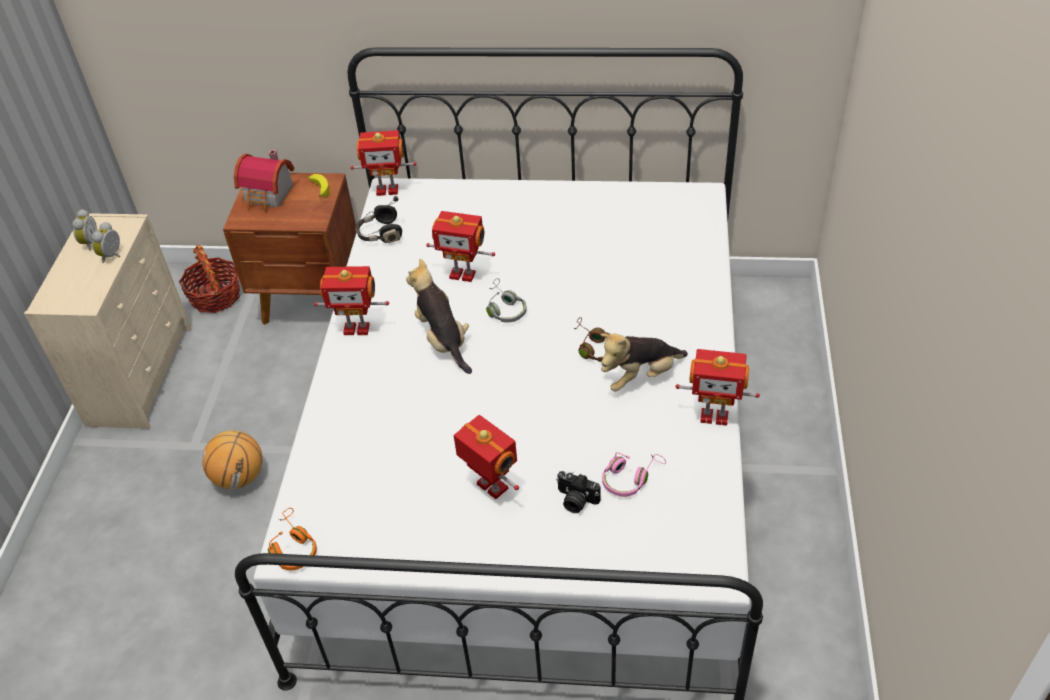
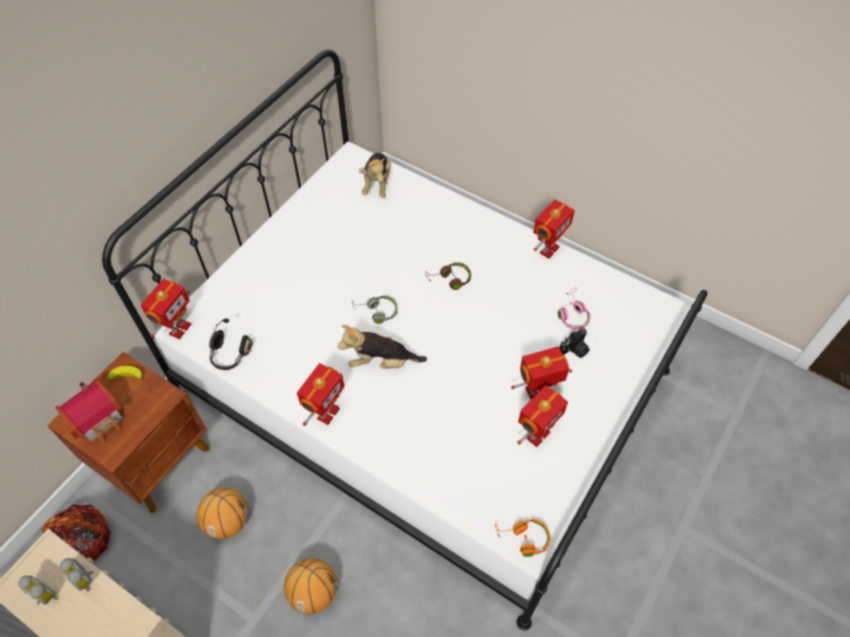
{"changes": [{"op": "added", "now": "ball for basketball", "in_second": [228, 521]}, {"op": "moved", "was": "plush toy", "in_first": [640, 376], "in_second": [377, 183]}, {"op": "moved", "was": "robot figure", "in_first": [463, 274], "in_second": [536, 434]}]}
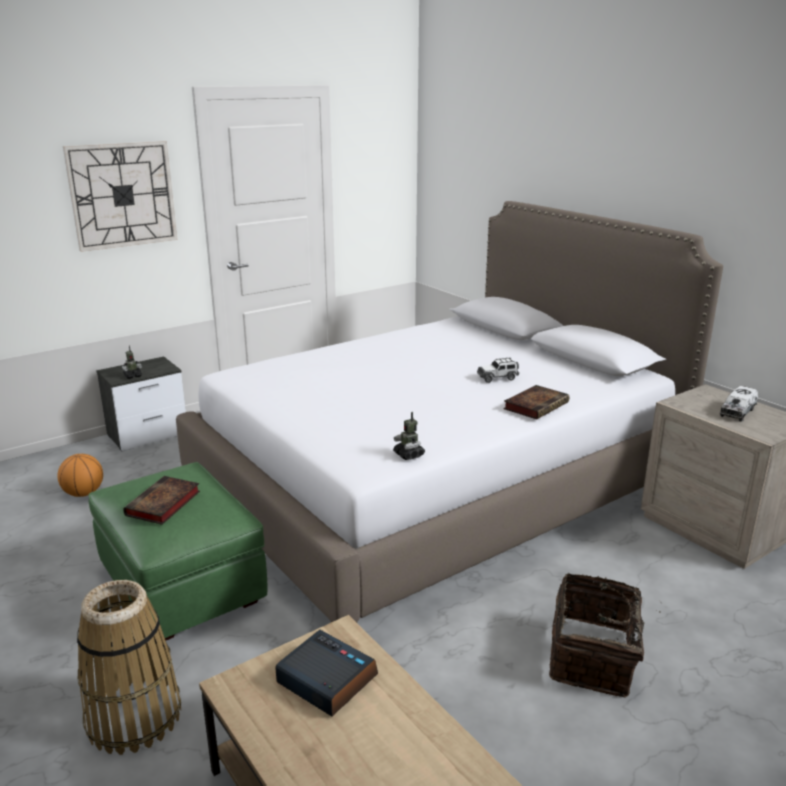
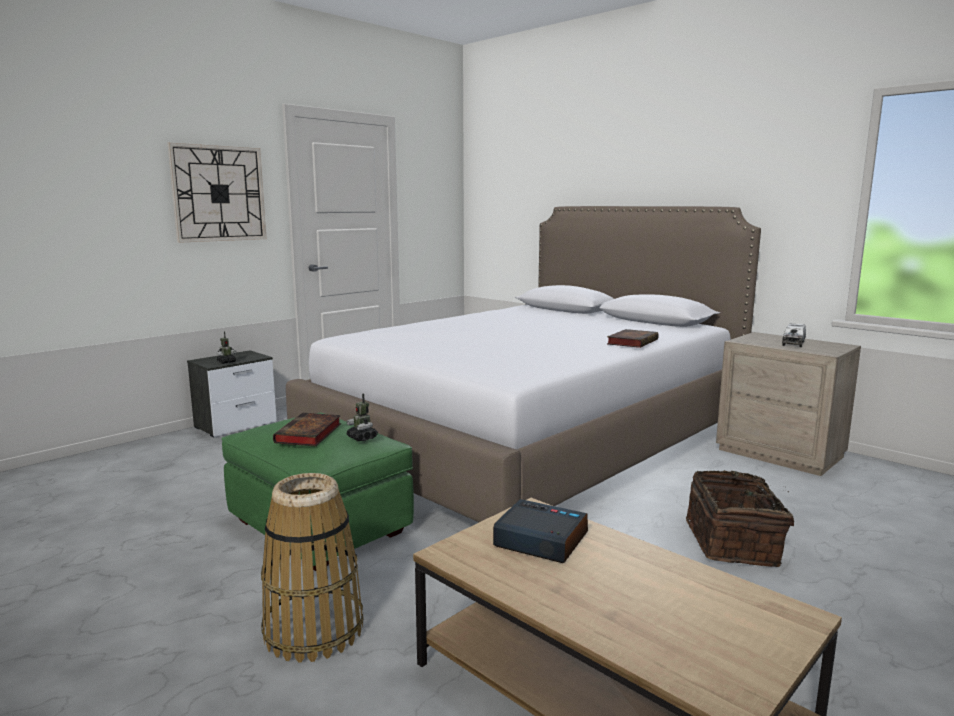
{"changes": [{"op": "moved", "was": "robot figure", "in_first": [409, 455], "in_second": [362, 438]}, {"op": "removed", "was": "ball for basketball", "in_first": [84, 493]}, {"op": "removed", "was": "model car", "in_first": [497, 378]}]}
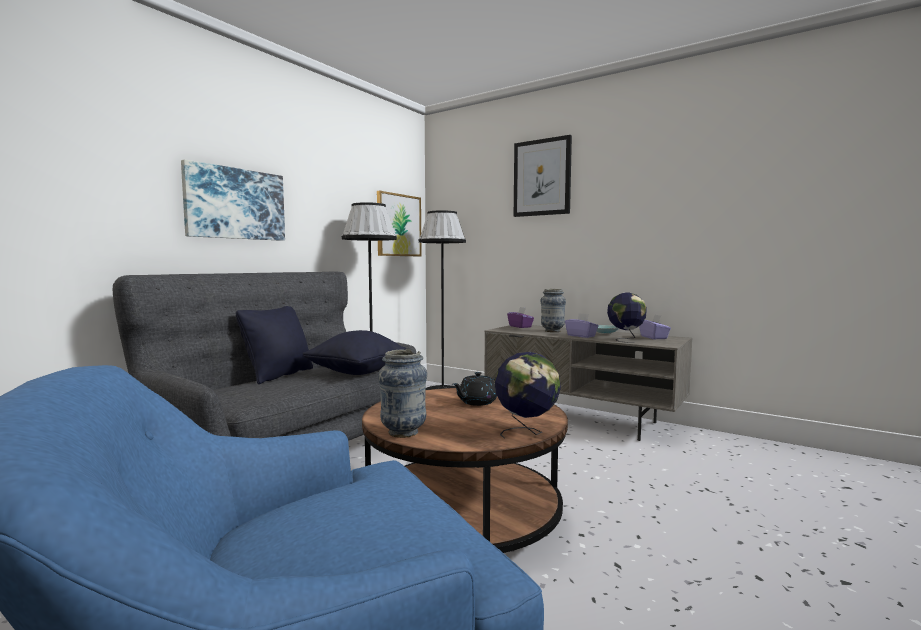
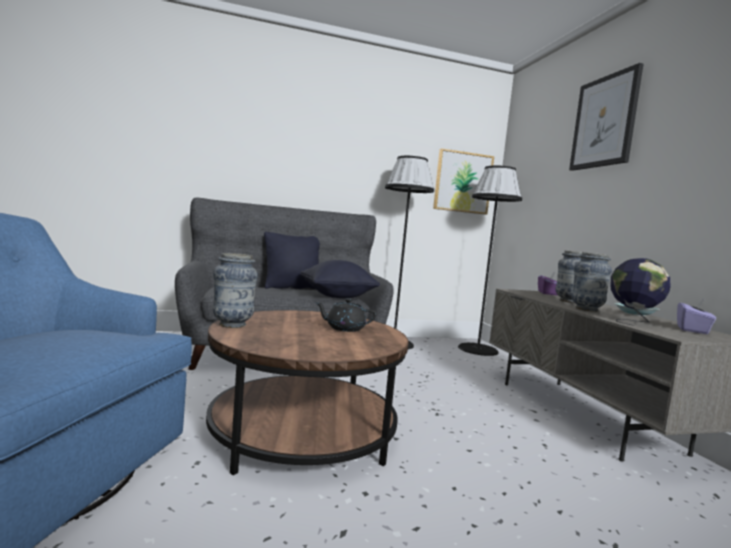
{"changes": [{"op": "replaced", "was": "purple tissue holder", "now": "decorative vase", "in_first": [581, 336], "in_second": [586, 309]}, {"op": "removed", "was": "picture", "in_first": [235, 204]}, {"op": "removed", "was": "globe", "in_first": [526, 433]}]}
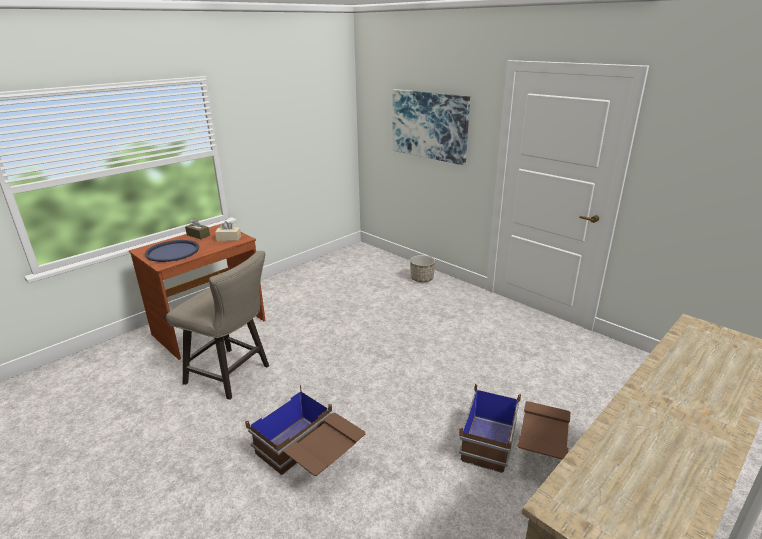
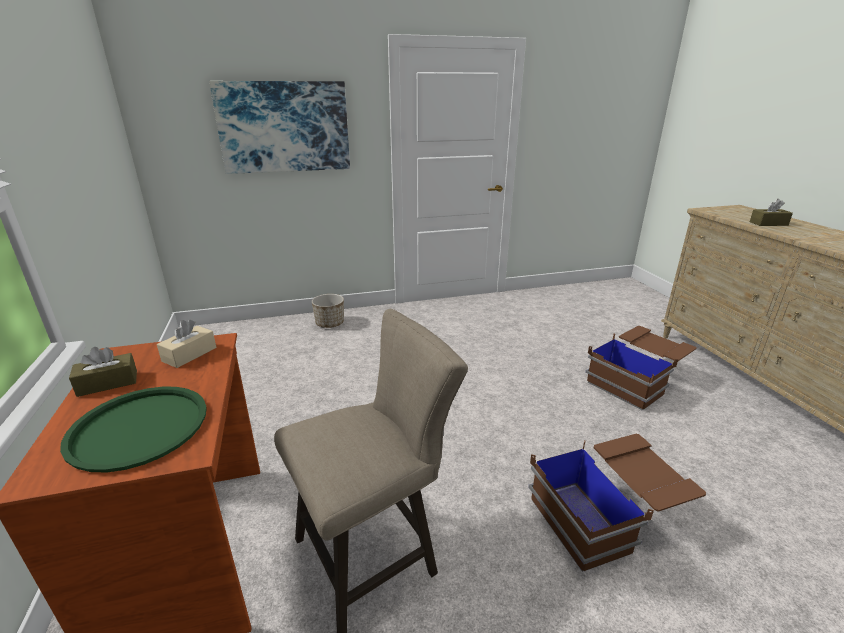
{"changes": [{"op": "recoloured", "was": "blue serving tray", "now": "green serving tray", "in_first": [173, 251], "in_second": [139, 427]}, {"op": "added", "now": "brown-coloured tissue holder", "in_second": [768, 223]}]}
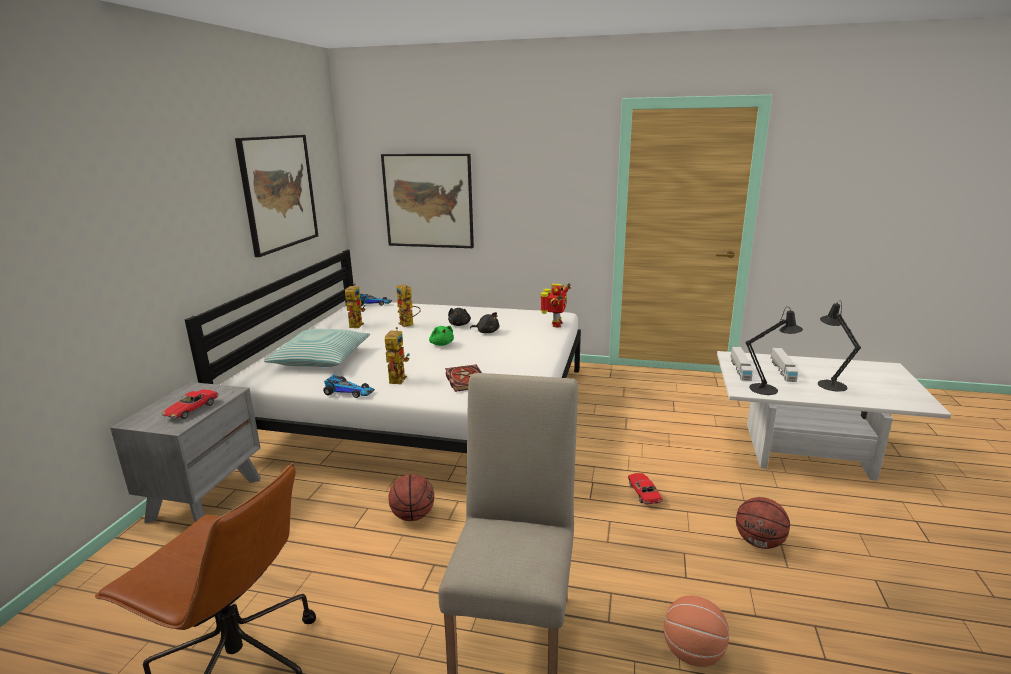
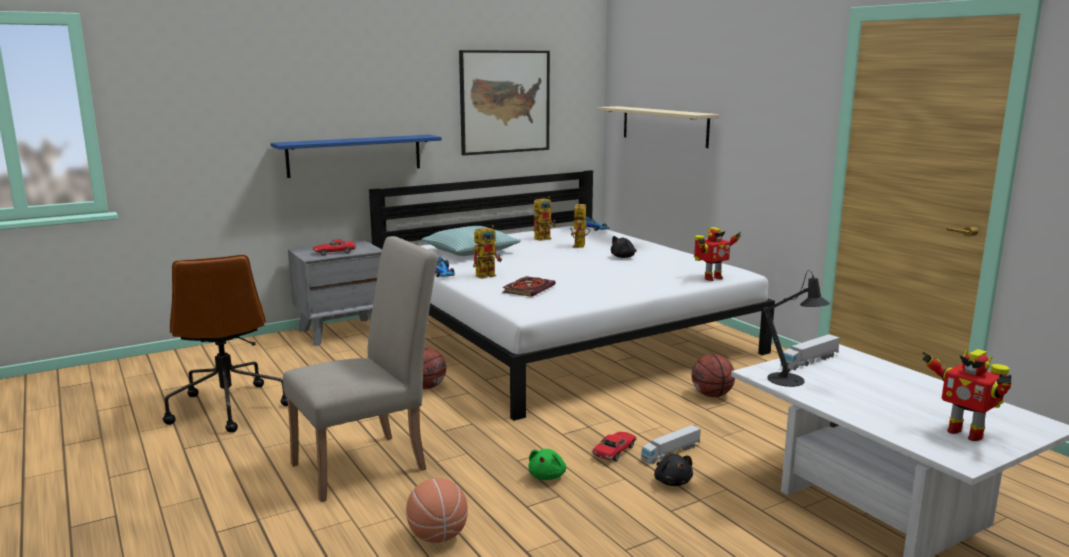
{"changes": [{"op": "added", "now": "blue shelf", "in_second": [355, 155]}, {"op": "moved", "was": "green plush toy", "in_first": [441, 344], "in_second": [547, 476]}, {"op": "replaced", "was": "picture", "now": "sand-coloured shelf", "in_first": [428, 201], "in_second": [664, 126]}, {"op": "moved", "was": "toy truck", "in_first": [782, 371], "in_second": [671, 452]}, {"op": "moved", "was": "blackish plush toy", "in_first": [487, 332], "in_second": [672, 481]}, {"op": "moved", "was": "ball for basketball", "in_first": [759, 542], "in_second": [712, 395]}, {"op": "added", "now": "robot figure", "in_second": [964, 432]}, {"op": "removed", "was": "blackish table lamp", "in_first": [829, 384]}]}
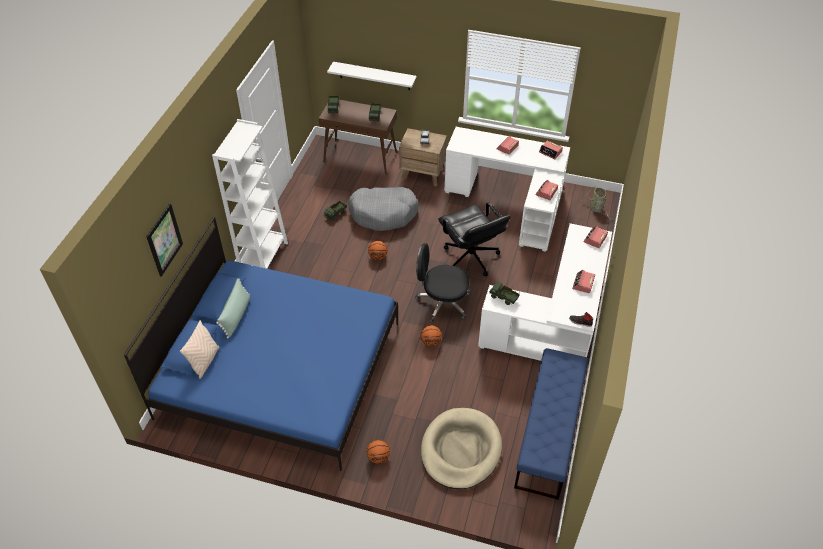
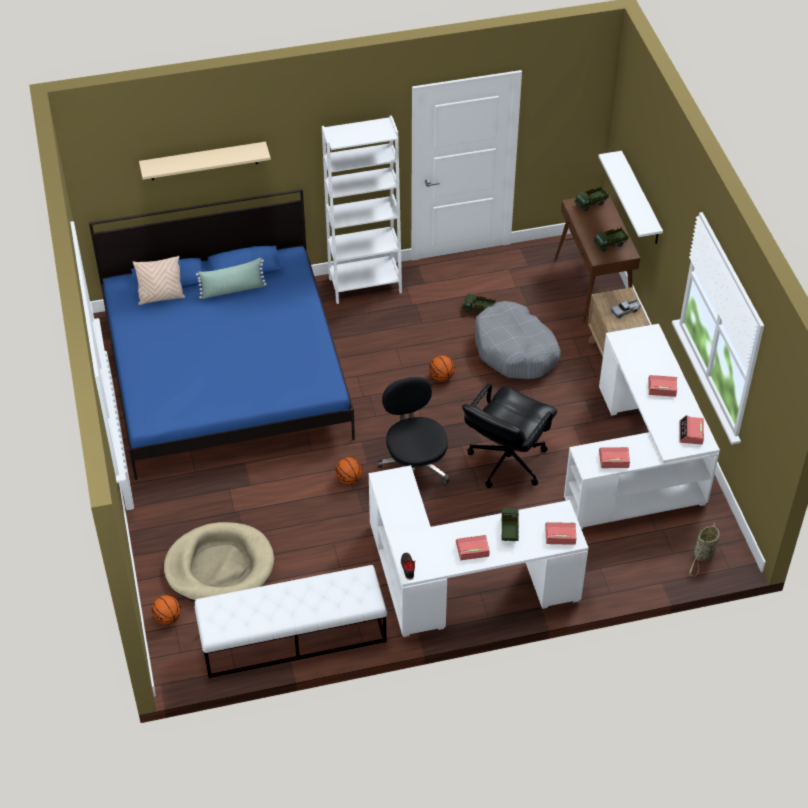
{"changes": [{"op": "replaced", "was": "picture", "now": "sand-coloured shelf", "in_first": [164, 240], "in_second": [203, 161]}, {"op": "moved", "was": "ball for basketball", "in_first": [378, 457], "in_second": [167, 618]}, {"op": "recoloured", "was": "blue indoor bench", "now": "whitish indoor bench", "in_first": [548, 433], "in_second": [292, 637]}, {"op": "moved", "was": "toy truck", "in_first": [503, 298], "in_second": [509, 530]}]}
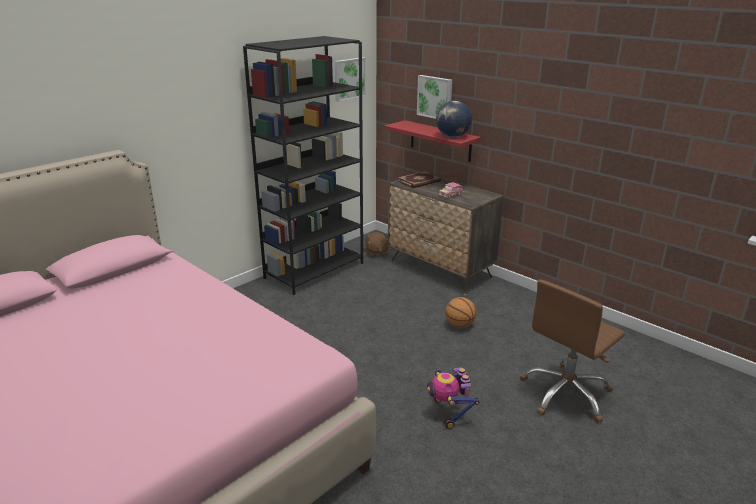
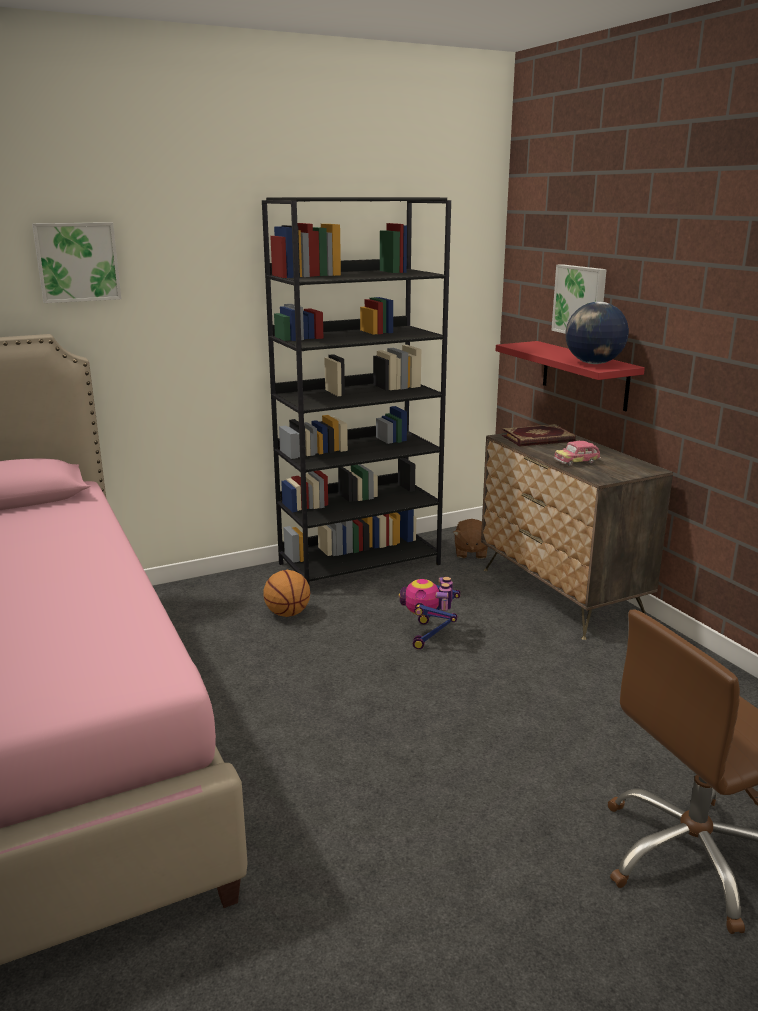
{"changes": [{"op": "moved", "was": "picture", "in_first": [349, 79], "in_second": [77, 262]}, {"op": "moved", "was": "ball for basketball", "in_first": [460, 325], "in_second": [288, 614]}, {"op": "moved", "was": "robot figure", "in_first": [449, 412], "in_second": [429, 635]}]}
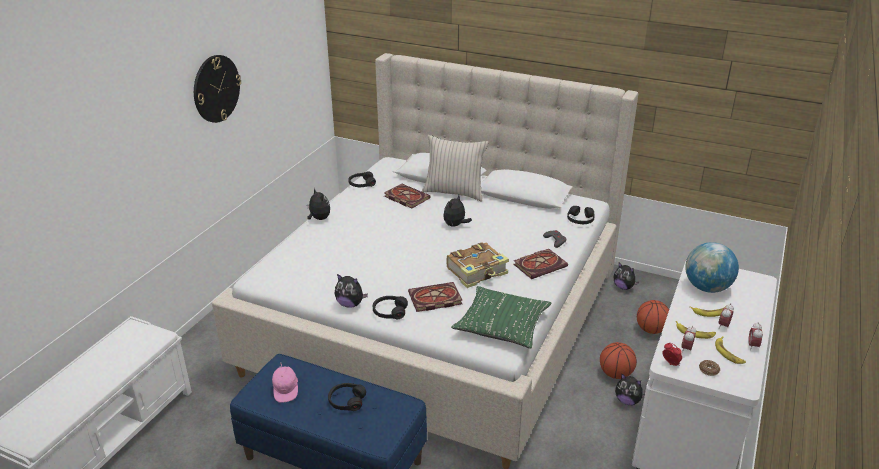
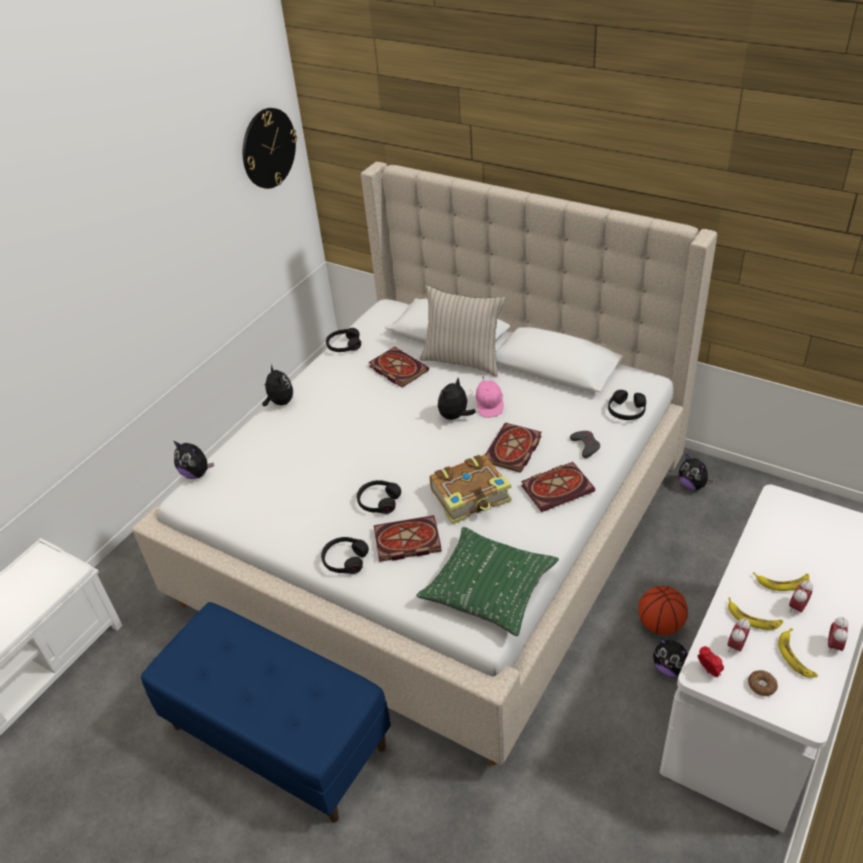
{"changes": [{"op": "moved", "was": "plush toy", "in_first": [350, 304], "in_second": [196, 473]}, {"op": "moved", "was": "clock on the wall", "in_first": [216, 88], "in_second": [268, 148]}, {"op": "moved", "was": "blackish pair of headphones", "in_first": [346, 401], "in_second": [378, 501]}, {"op": "moved", "was": "pink cap", "in_first": [286, 390], "in_second": [489, 405]}, {"op": "added", "now": "bound book", "in_second": [513, 450]}, {"op": "removed", "was": "ball for basketball", "in_first": [651, 330]}, {"op": "removed", "was": "globe", "in_first": [707, 288]}]}
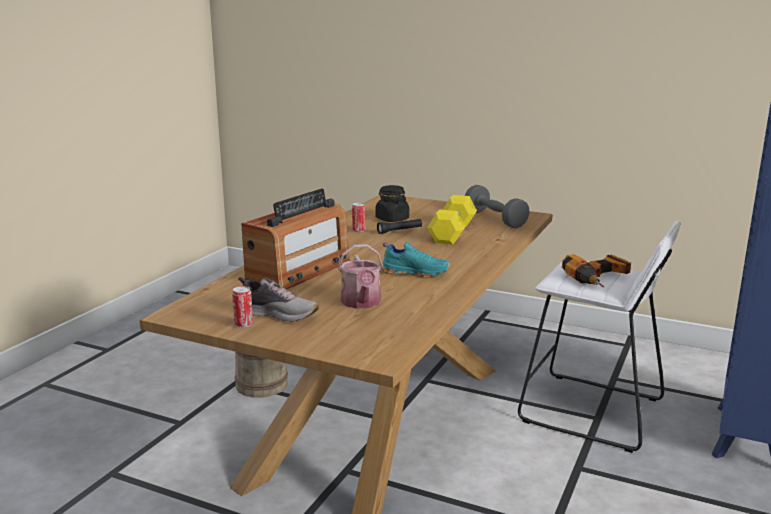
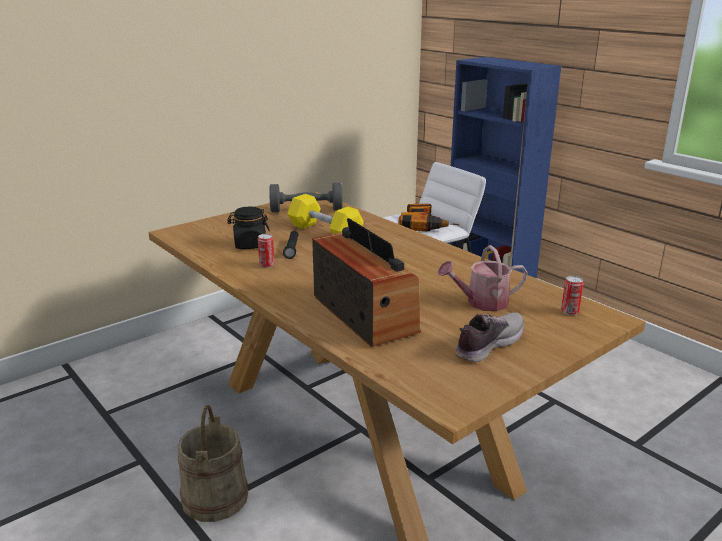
{"changes": [{"op": "turned", "was": "watering can", "in_first": [361, 303], "in_second": [481, 303], "clockwise": 150}, {"op": "moved", "was": "can", "in_first": [243, 324], "in_second": [569, 311]}, {"op": "removed", "was": "blue-green shoe", "in_first": [415, 272]}]}
